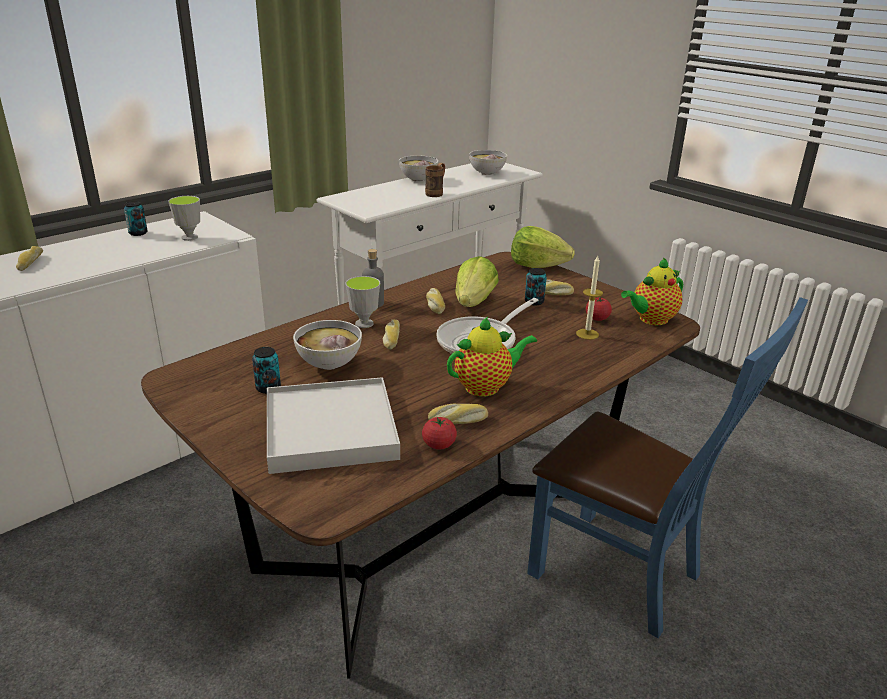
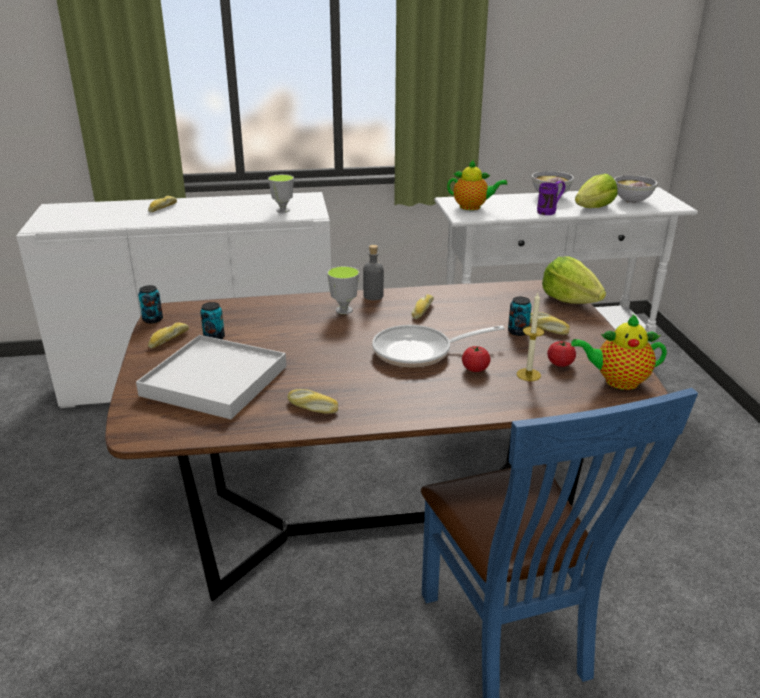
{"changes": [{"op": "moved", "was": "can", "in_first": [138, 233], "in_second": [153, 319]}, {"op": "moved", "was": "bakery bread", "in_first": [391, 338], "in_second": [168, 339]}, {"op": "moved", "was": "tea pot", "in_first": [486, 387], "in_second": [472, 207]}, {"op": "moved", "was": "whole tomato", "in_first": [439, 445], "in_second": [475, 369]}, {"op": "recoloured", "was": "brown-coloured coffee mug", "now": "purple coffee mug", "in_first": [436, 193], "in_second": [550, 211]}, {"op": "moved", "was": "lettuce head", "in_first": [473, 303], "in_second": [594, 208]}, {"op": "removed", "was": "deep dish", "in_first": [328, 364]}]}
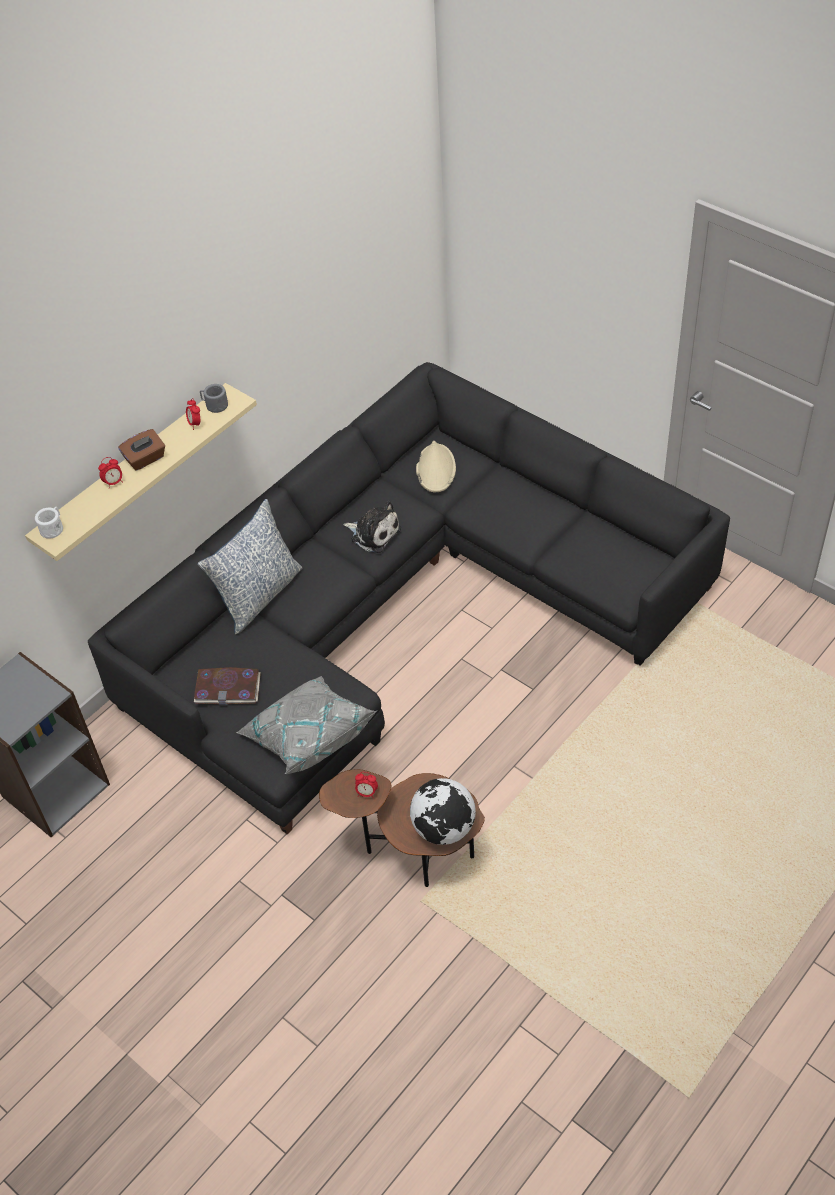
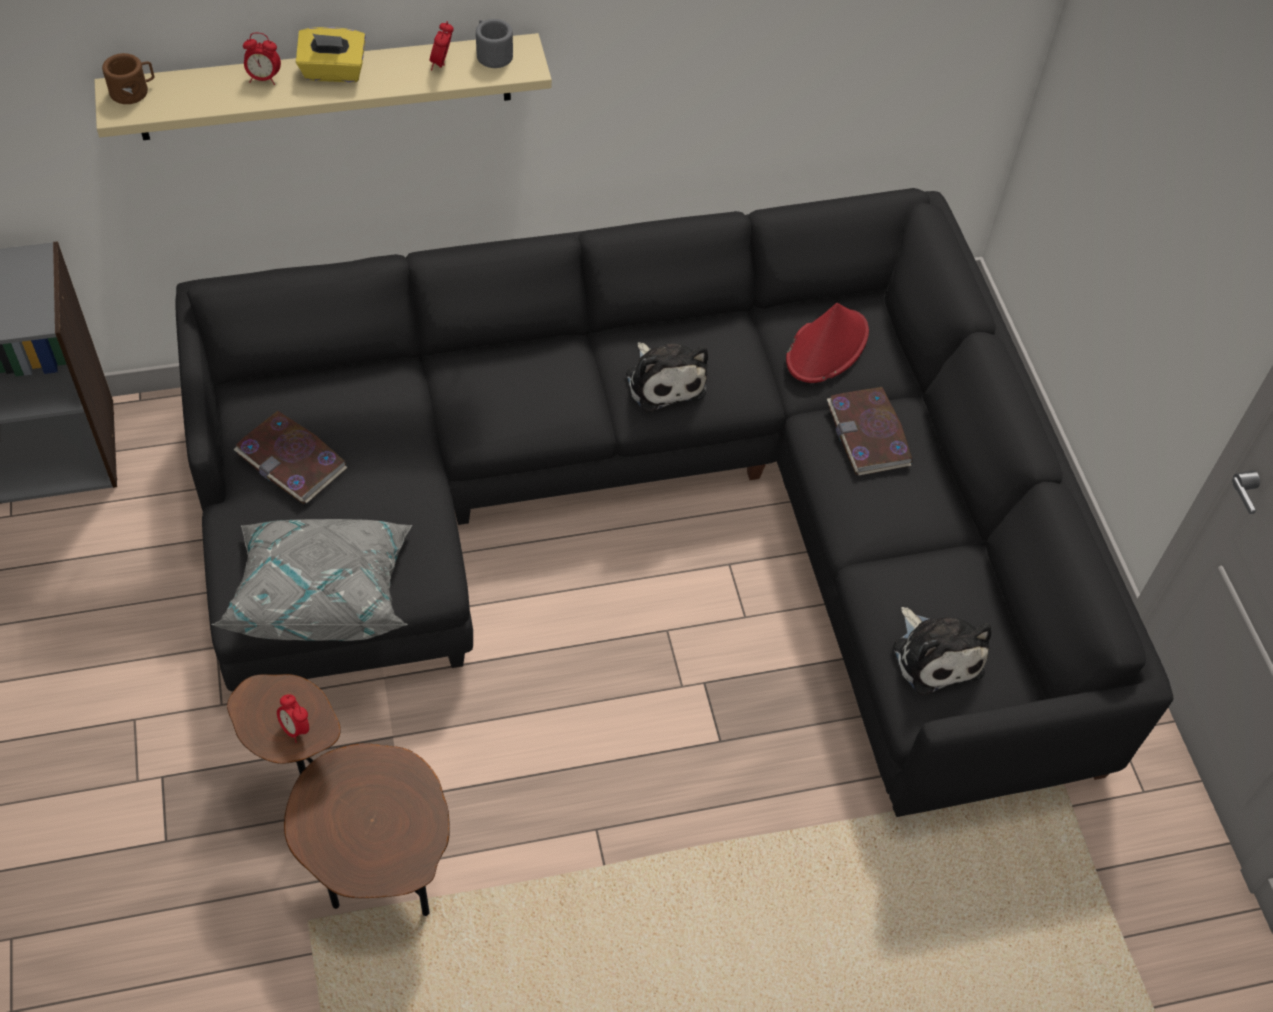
{"changes": [{"op": "recoloured", "was": "whitish coffee mug", "now": "brown-coloured coffee mug", "in_first": [53, 528], "in_second": [133, 91]}, {"op": "recoloured", "was": "brown-coloured tissue holder", "now": "yellowish tissue holder", "in_first": [145, 459], "in_second": [333, 72]}, {"op": "recoloured", "was": "sand-coloured hat", "now": "reddish hat", "in_first": [435, 469], "in_second": [827, 347]}, {"op": "added", "now": "bound book", "in_second": [869, 434]}, {"op": "added", "now": "plush toy", "in_second": [935, 655]}, {"op": "removed", "was": "pillow", "in_first": [258, 595]}, {"op": "removed", "was": "globe", "in_first": [444, 828]}]}
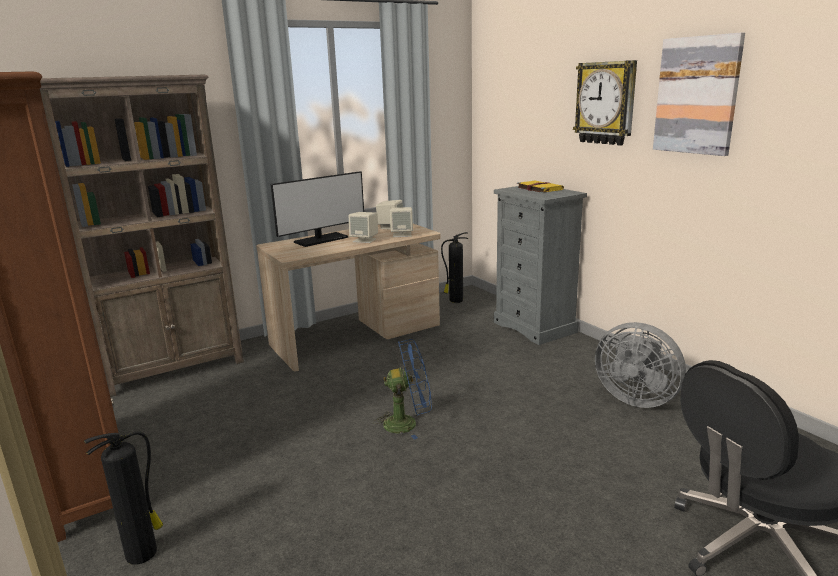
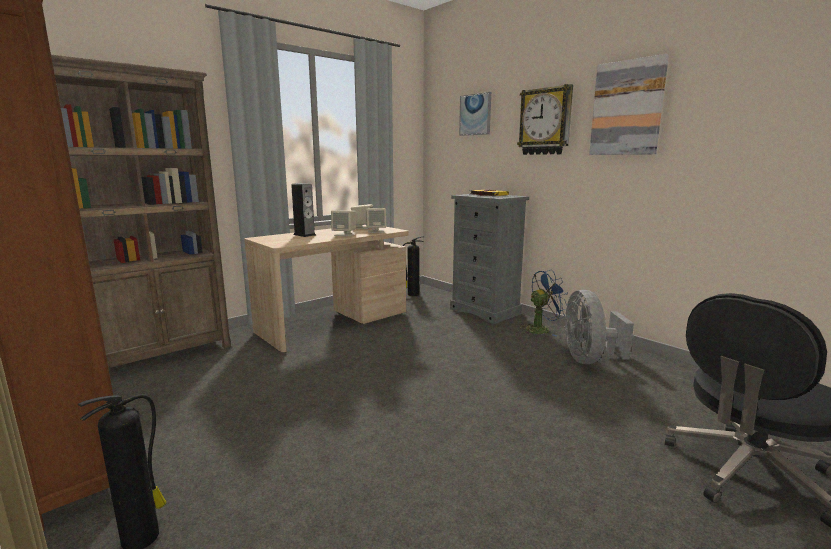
{"changes": [{"op": "replaced", "was": "monitor", "now": "speaker", "in_first": [321, 240], "in_second": [304, 235]}, {"op": "added", "now": "picture", "in_second": [475, 114]}, {"op": "moved", "was": "blue fan", "in_first": [407, 423], "in_second": [541, 329]}, {"op": "turned", "was": "greyish fan", "in_first": [635, 398], "in_second": [589, 359], "clockwise": 60}]}
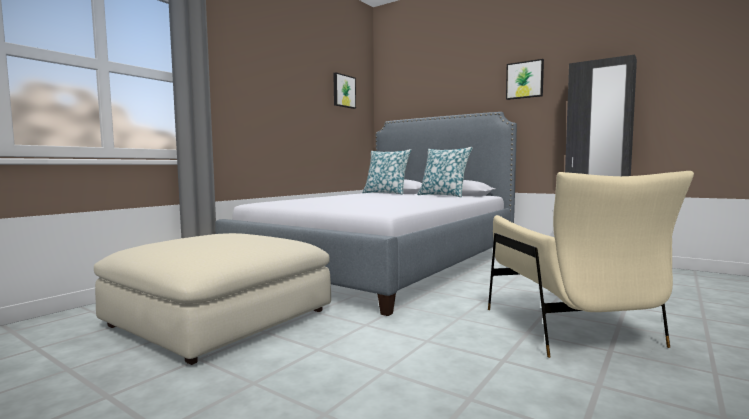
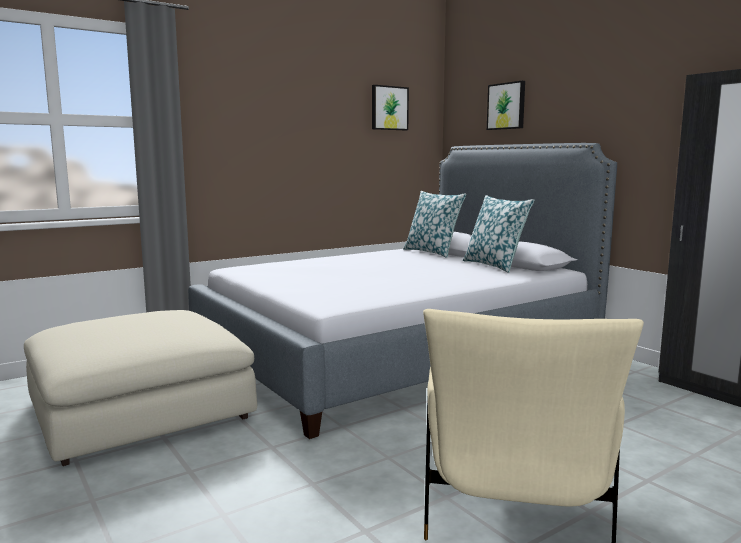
{"changes": [{"op": "moved", "was": "picture", "in_first": [524, 80], "in_second": [506, 106]}]}
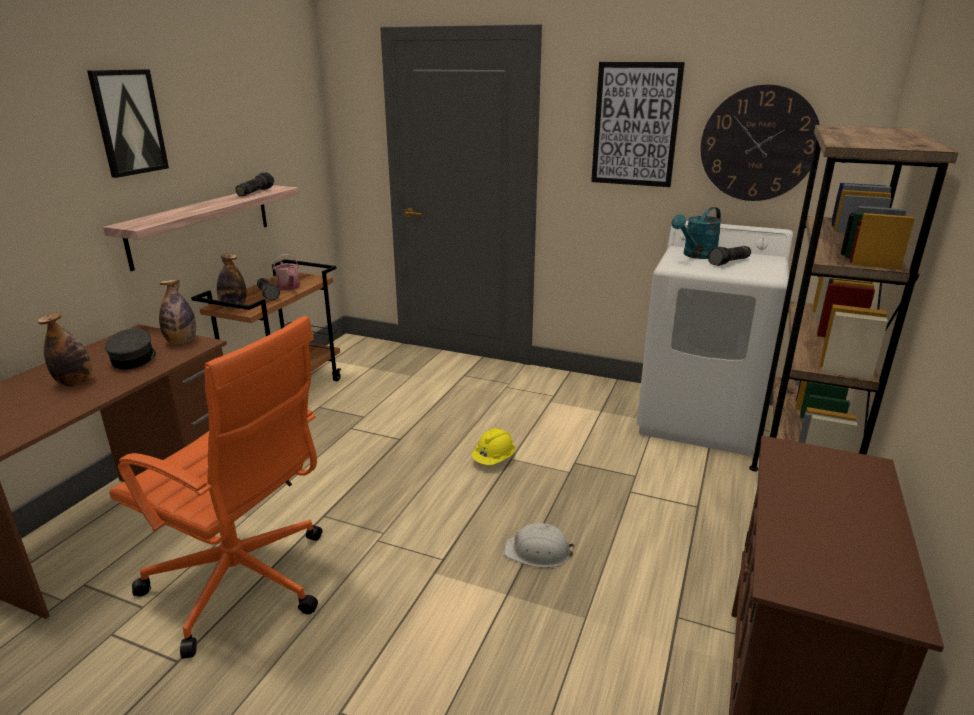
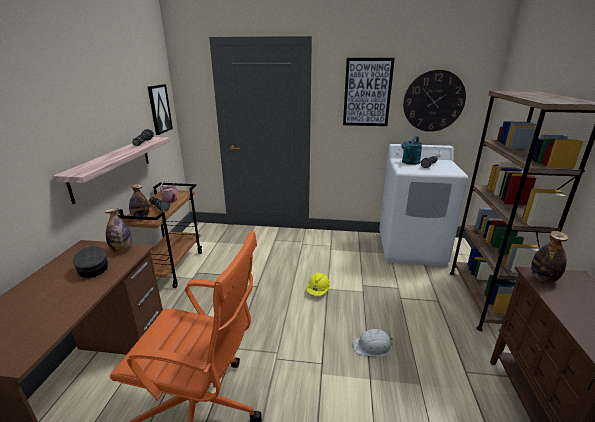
{"changes": [{"op": "moved", "was": "picture", "in_first": [128, 122], "in_second": [159, 109]}, {"op": "moved", "was": "drink bottle", "in_first": [75, 382], "in_second": [543, 278]}]}
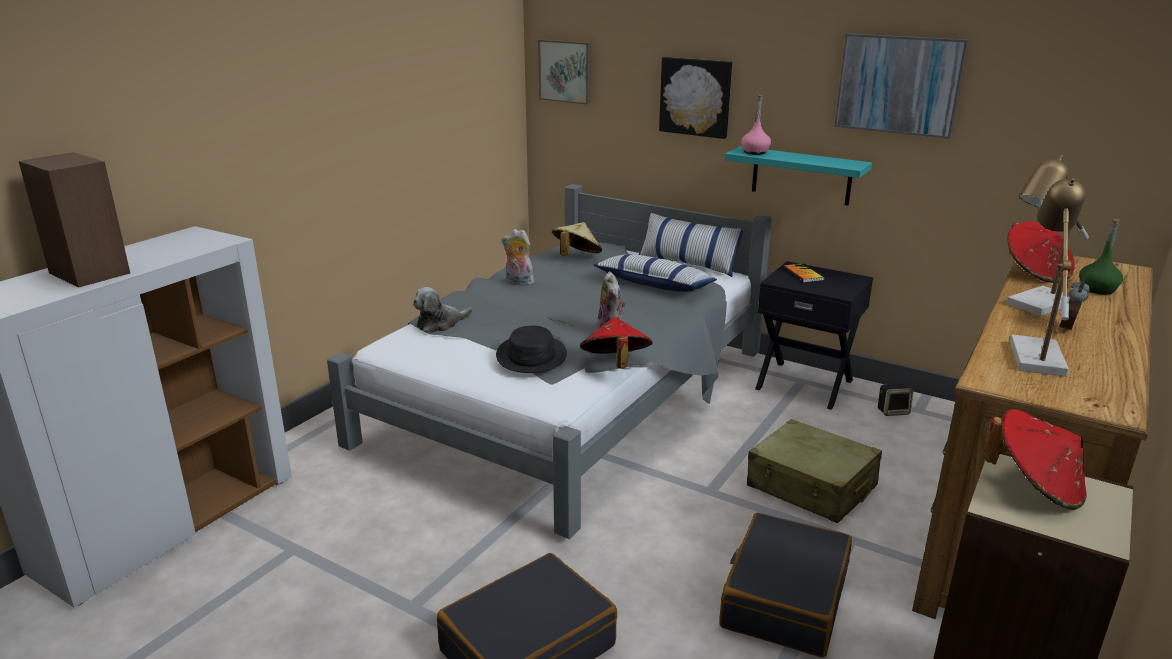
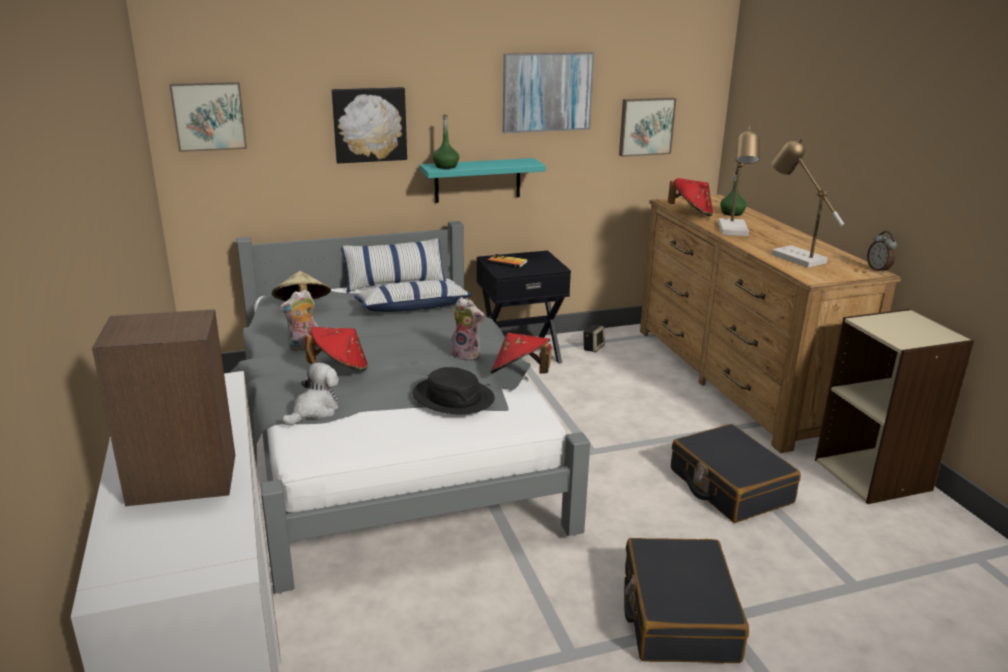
{"changes": [{"op": "turned", "was": "plush toy", "in_first": [440, 324], "in_second": [314, 410], "clockwise": -150}, {"op": "moved", "was": "reddish hat", "in_first": [1034, 487], "in_second": [340, 368]}, {"op": "recoloured", "was": "pink drink bottle", "now": "green drink bottle", "in_first": [755, 152], "in_second": [446, 166]}, {"op": "added", "now": "picture", "in_second": [645, 126]}, {"op": "moved", "was": "alarm clock", "in_first": [1069, 328], "in_second": [878, 270]}, {"op": "removed", "was": "sand-coloured suitcase", "in_first": [811, 487]}]}
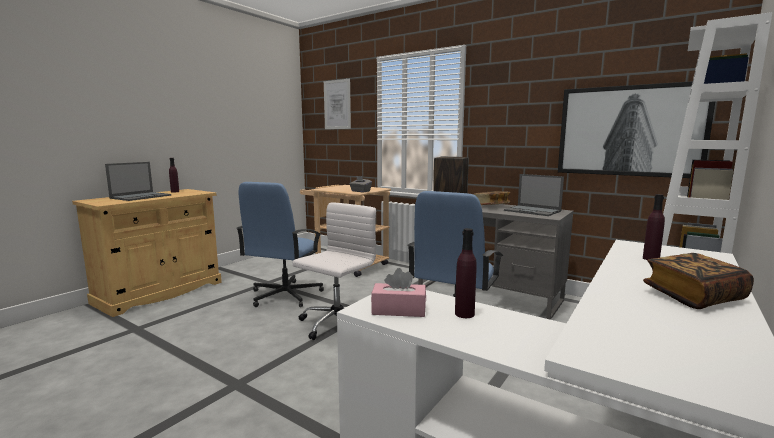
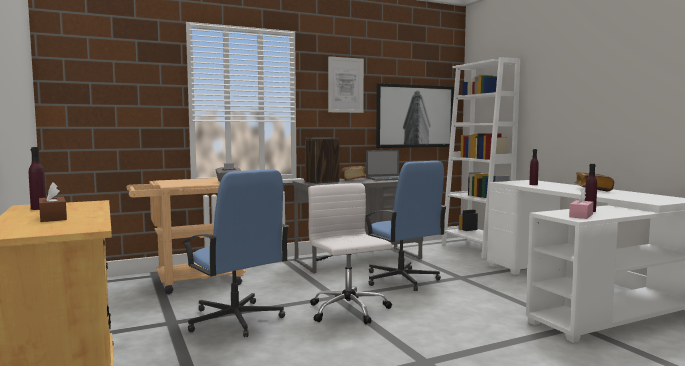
{"changes": [{"op": "replaced", "was": "notebook computer", "now": "brown-coloured tissue holder", "in_first": [141, 196], "in_second": [53, 217]}, {"op": "moved", "was": "picture", "in_first": [337, 104], "in_second": [345, 85]}]}
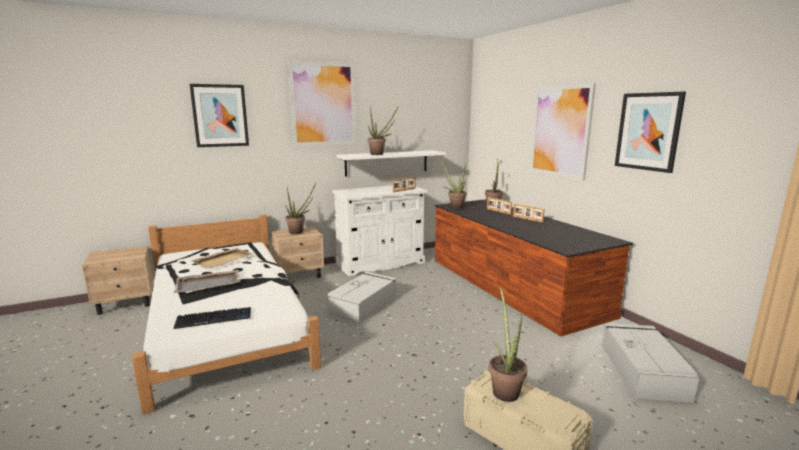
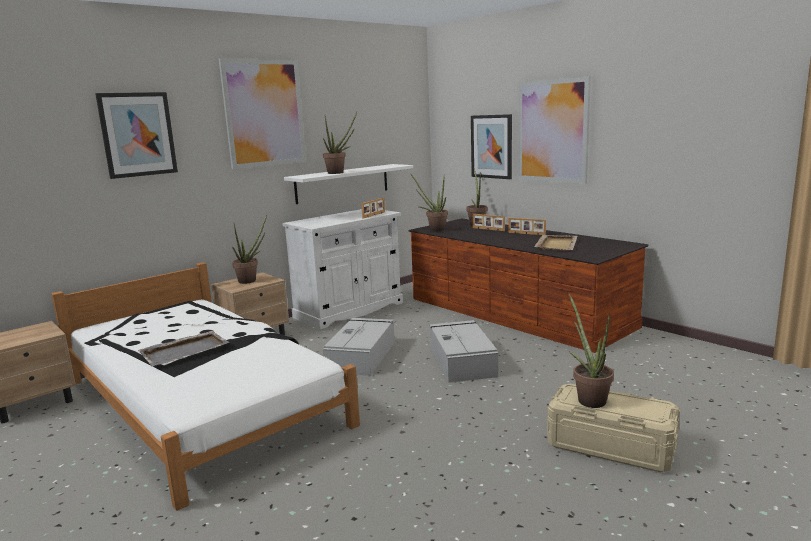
{"changes": [{"op": "moved", "was": "greyish storage container", "in_first": [642, 370], "in_second": [462, 360]}, {"op": "moved", "was": "picture", "in_first": [648, 131], "in_second": [491, 146]}, {"op": "moved", "was": "sand-coloured serving tray", "in_first": [223, 260], "in_second": [556, 244]}, {"op": "removed", "was": "computer keyboard", "in_first": [214, 319]}]}
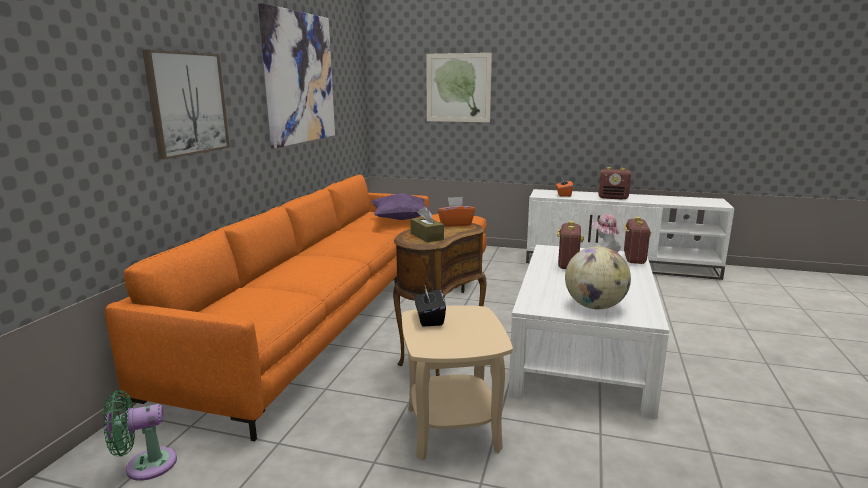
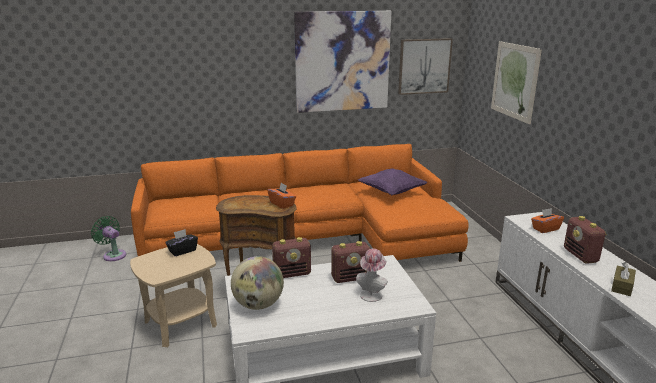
{"changes": [{"op": "moved", "was": "radio receiver", "in_first": [634, 258], "in_second": [292, 273]}, {"op": "moved", "was": "picture", "in_first": [187, 103], "in_second": [424, 66]}, {"op": "moved", "was": "brown-coloured tissue holder", "in_first": [426, 236], "in_second": [622, 286]}]}
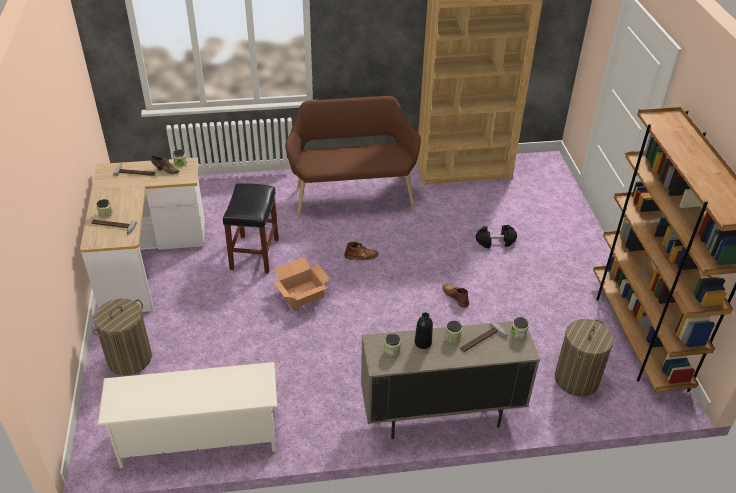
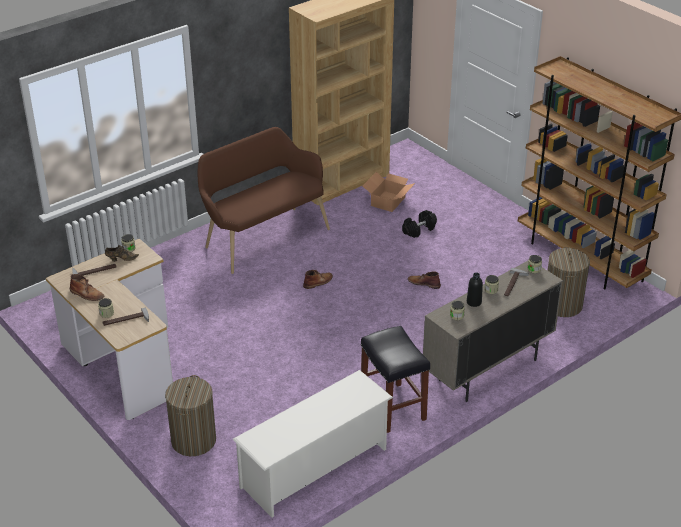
{"changes": [{"op": "added", "now": "brown-coloured boot", "in_second": [87, 294]}, {"op": "moved", "was": "blackish stool", "in_first": [255, 254], "in_second": [394, 408]}, {"op": "moved", "was": "carton", "in_first": [301, 294], "in_second": [387, 201]}]}
